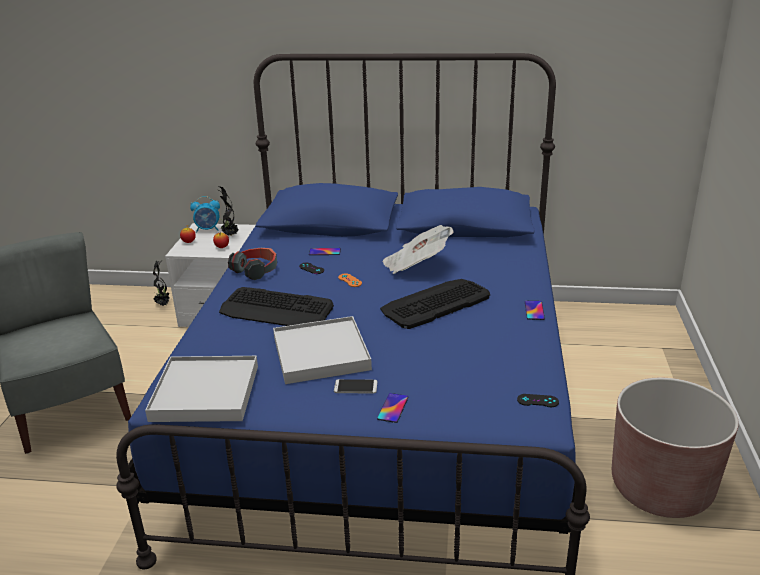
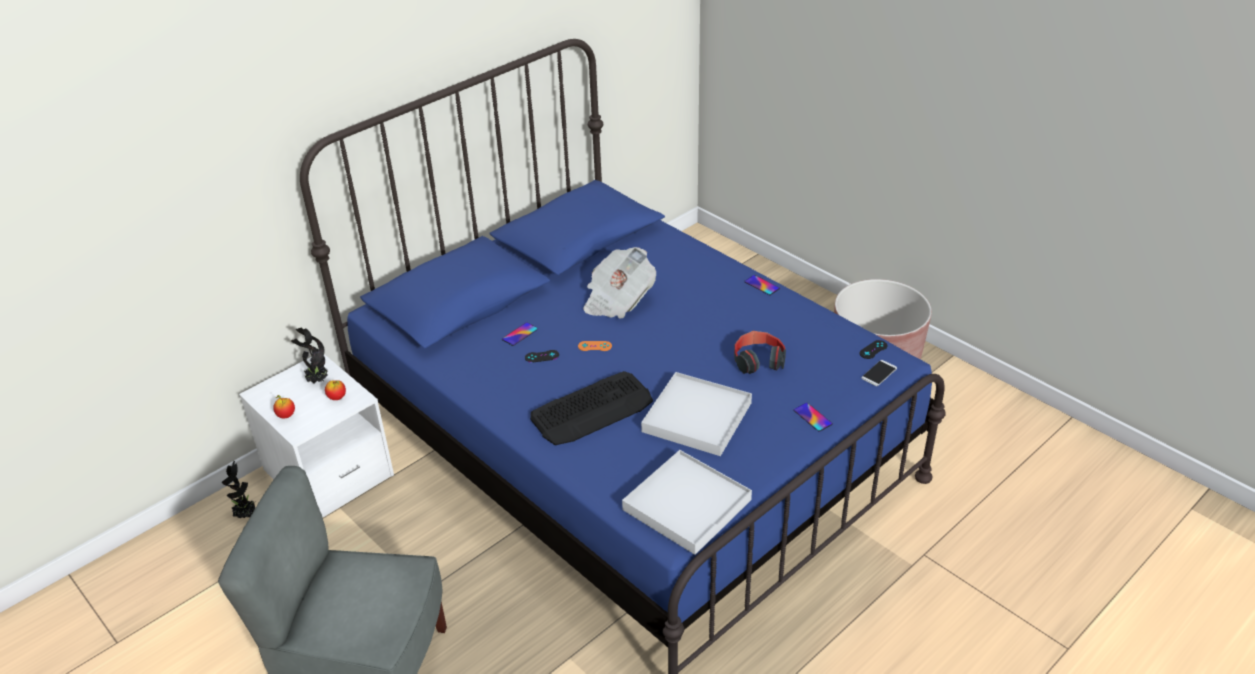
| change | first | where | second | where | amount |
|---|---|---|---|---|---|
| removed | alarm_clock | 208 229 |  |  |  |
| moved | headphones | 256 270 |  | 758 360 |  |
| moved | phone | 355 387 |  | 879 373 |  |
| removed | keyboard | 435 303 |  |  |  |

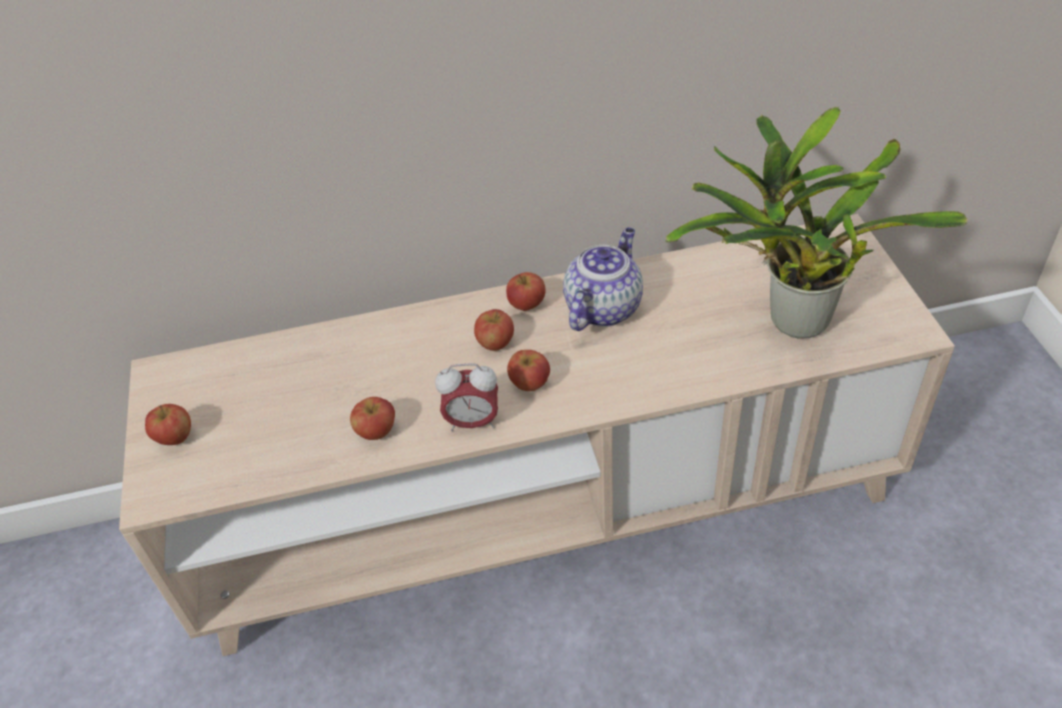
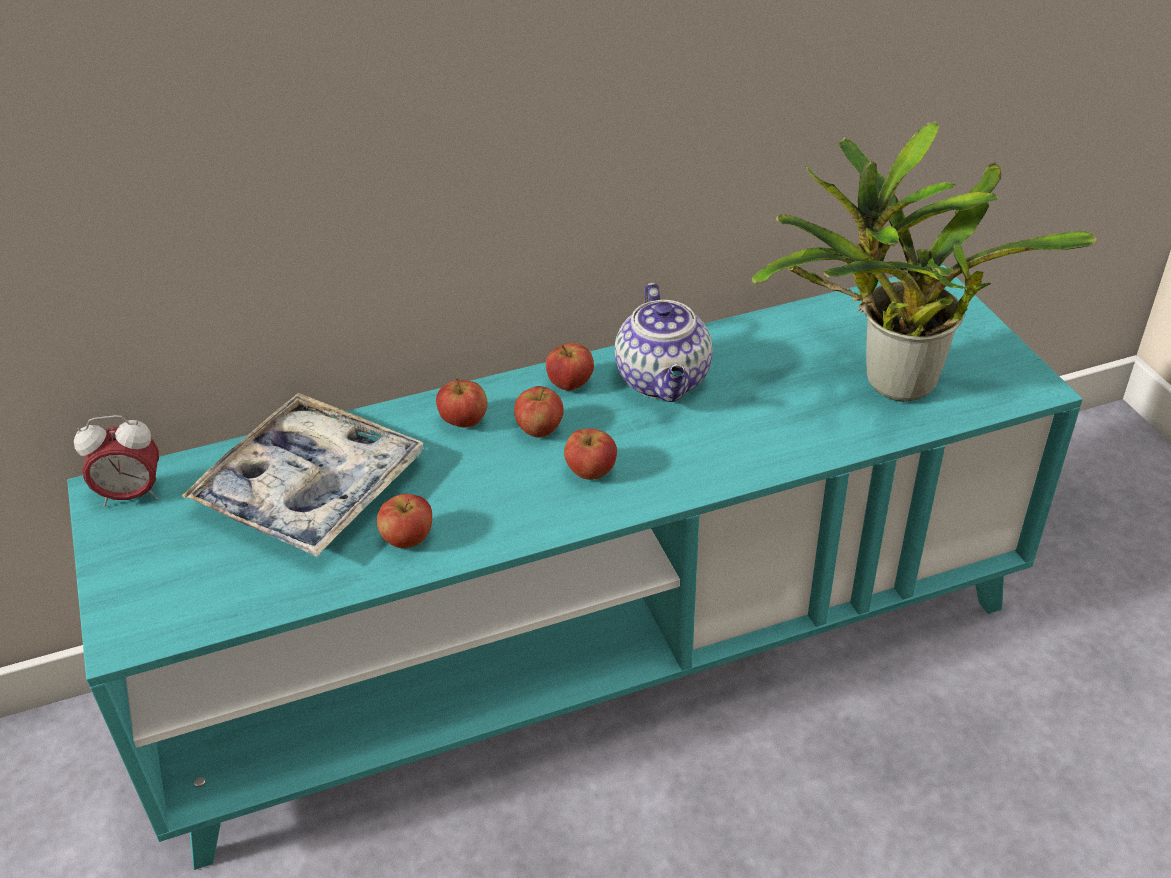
| change | first | where | second | where | amount |
|---|---|---|---|---|---|
| recoloured | beige_tv_stand | 545 508 | turquoise_tv_stand | 592 652 |  |
| moved | apple | 175 438 |  | 464 421 |  |
| moved | alarm_clock | 472 422 |  | 132 495 |  |
| turned | teapot | 603 307 |  | 664 381 | 150 degrees clockwise |
| added |  |  | tray | 310 489 |  |

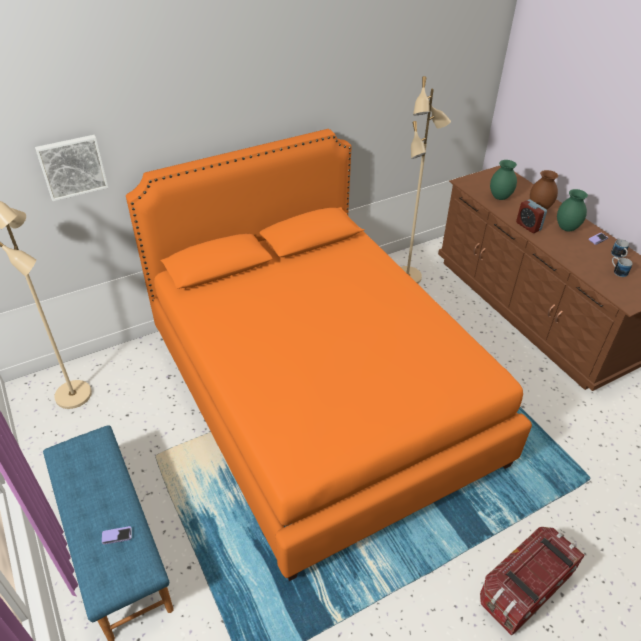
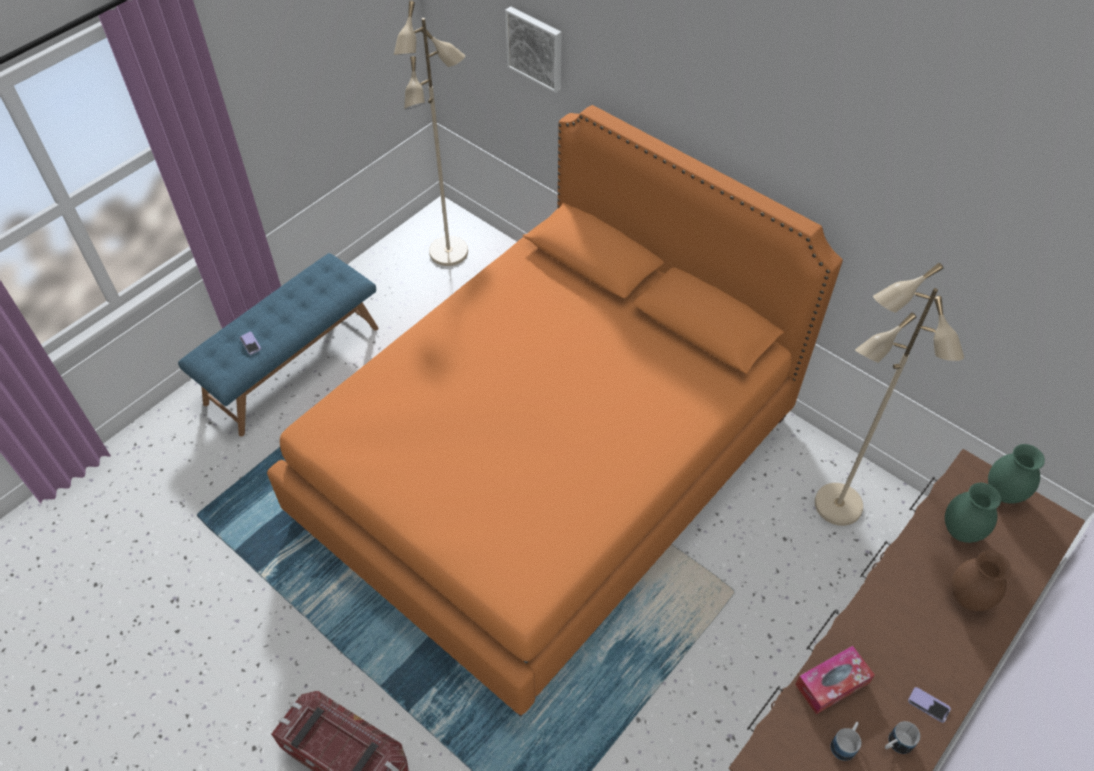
| change | first | where | second | where | amount |
|---|---|---|---|---|---|
| removed | alarm_clock | 528 226 |  |  |  |
| moved | green_vase | 567 228 |  | 1004 493 |  |
| added |  |  | tissue_box | 832 683 |  |

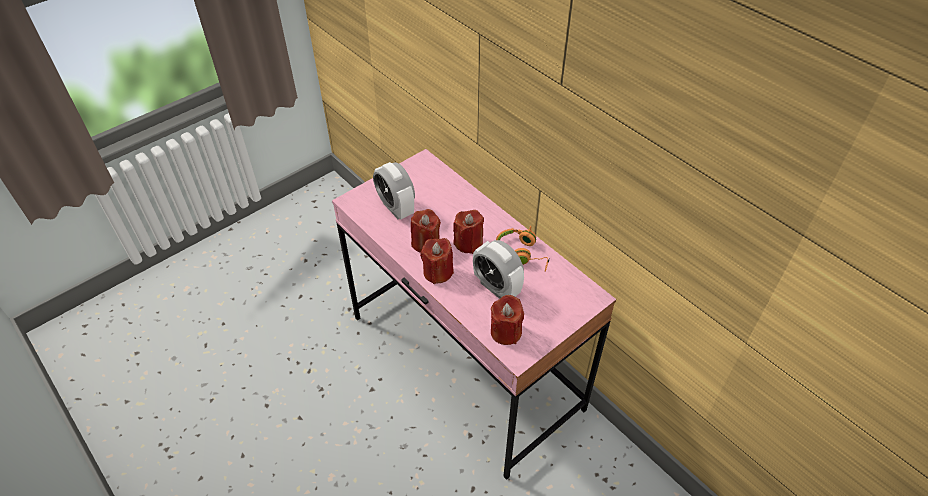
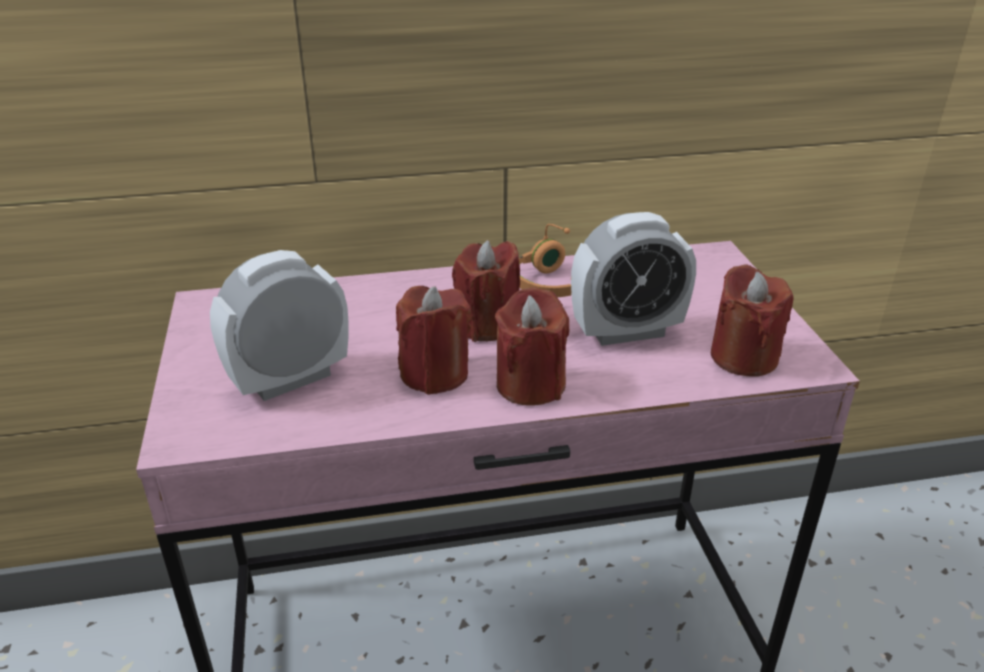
| change | first | where | second | where | amount |
|---|---|---|---|---|---|
| turned | alarm_clock | 396 208 |  | 290 379 | 150 degrees clockwise |

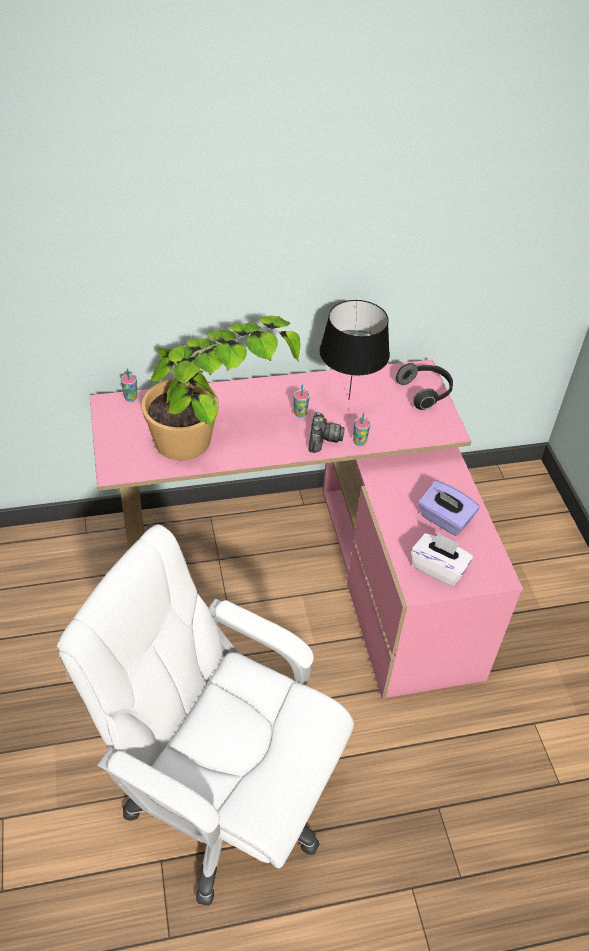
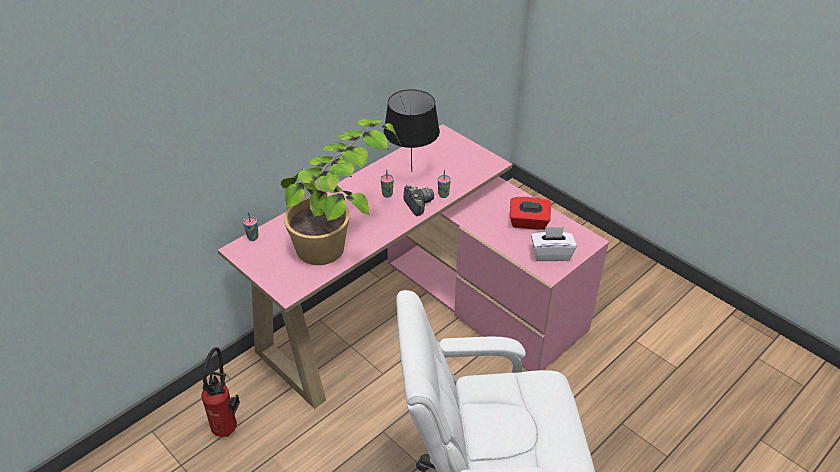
| change | first | where | second | where | amount |
|---|---|---|---|---|---|
| removed | headphones | 425 392 |  |  |  |
| recoloured | purple_tissue_box | 444 519 | red_tissue_box | 528 223 |  |
| added |  |  | fire_extinguisher | 228 426 |  |

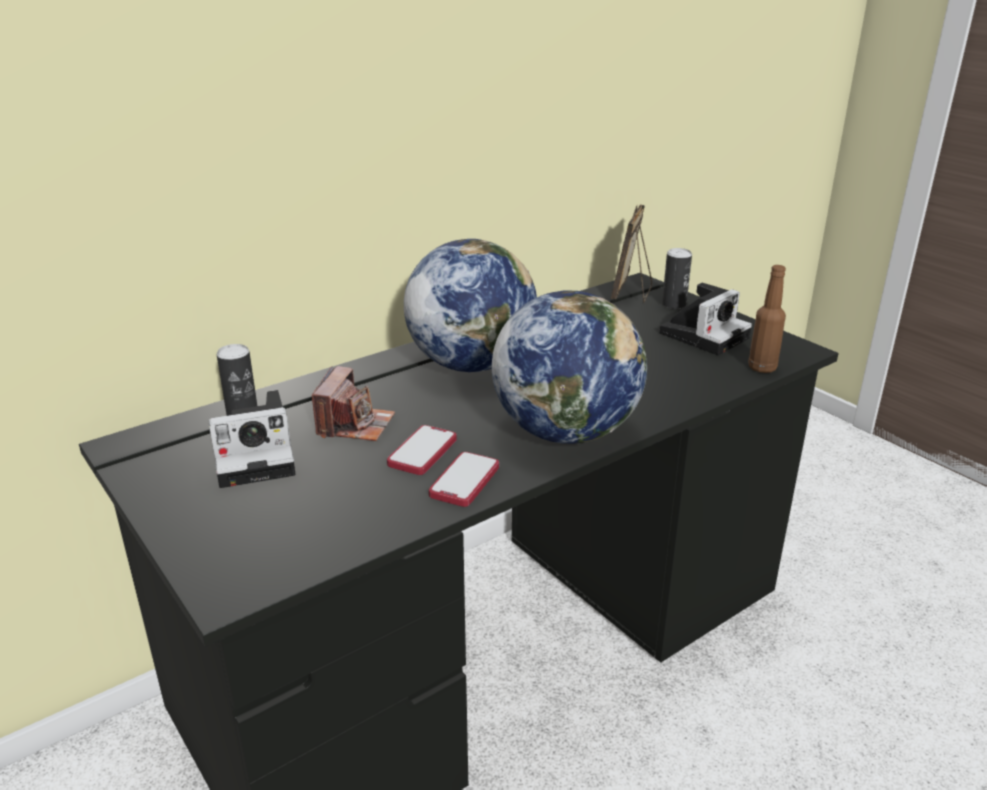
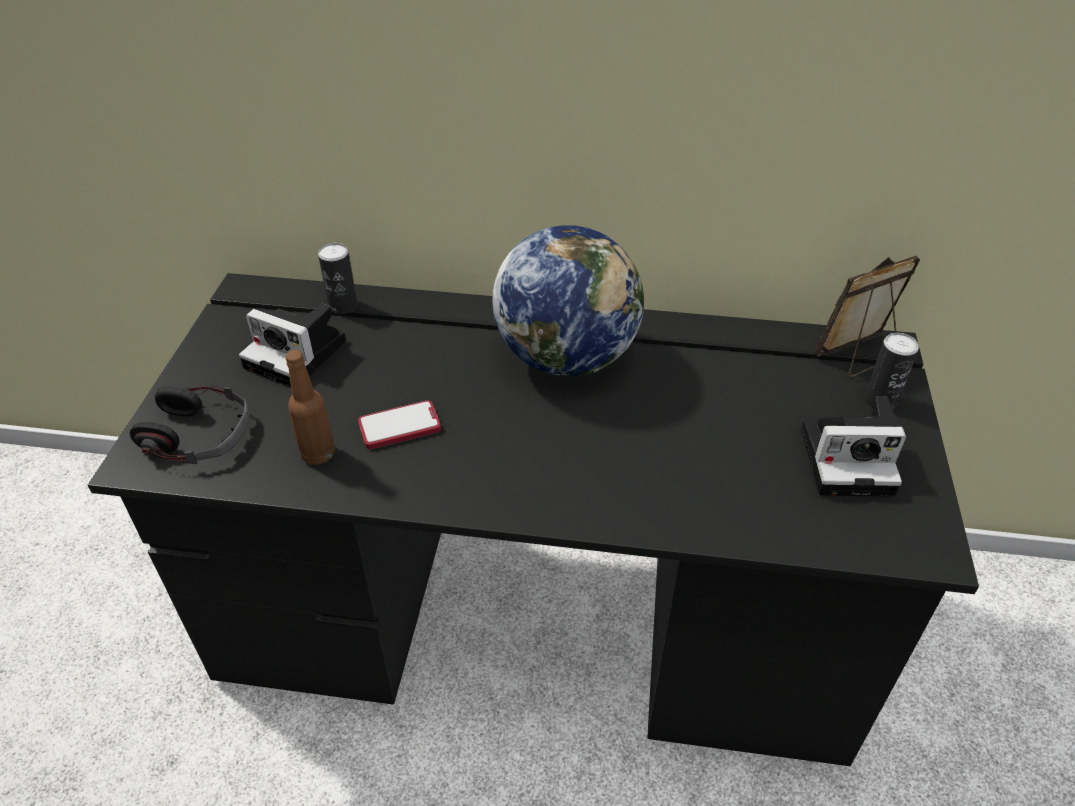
| change | first | where | second | where | amount |
|---|---|---|---|---|---|
| removed | photo_camera | 355 425 |  |  |  |
| removed | phone | 464 481 |  |  |  |
| removed | globe | 566 431 |  |  |  |
| moved | brown_bottle | 762 368 |  | 318 454 |  |
| added |  |  | headphones | 198 434 |  |

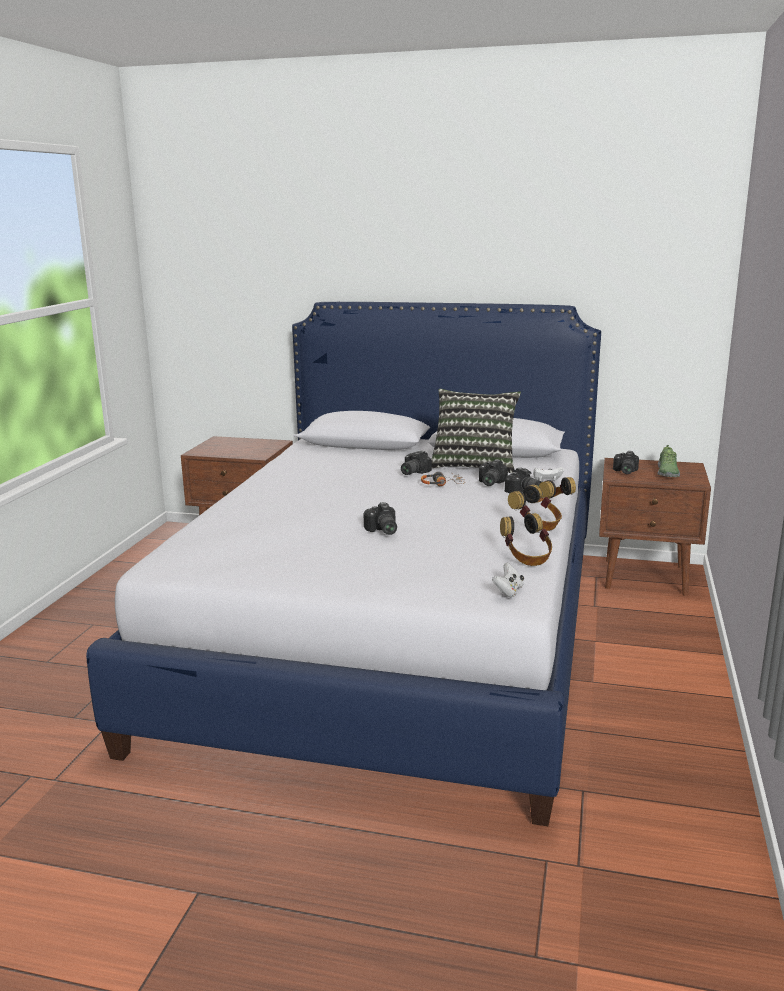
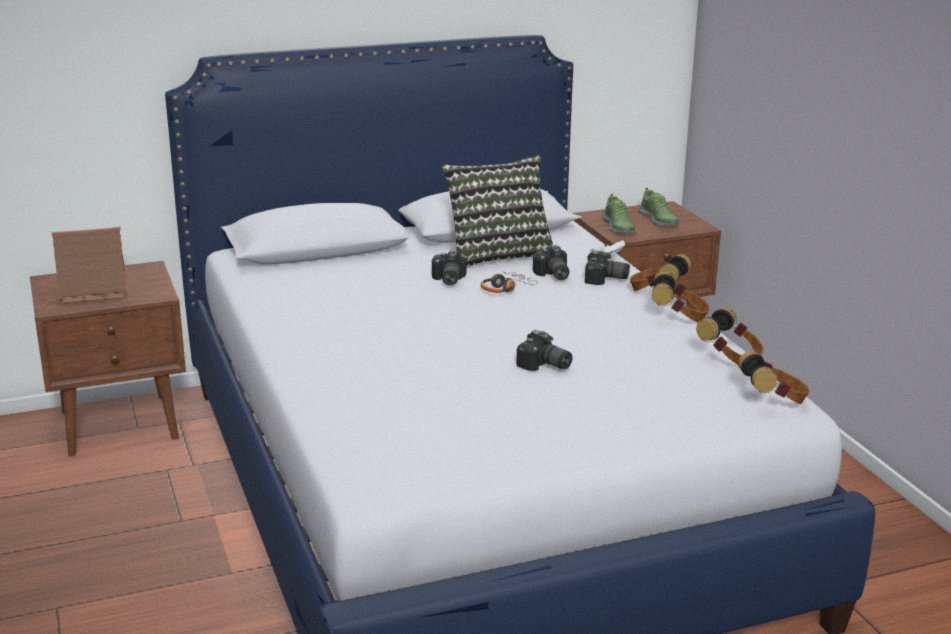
| change | first | where | second | where | amount |
|---|---|---|---|---|---|
| replaced | white_game_controller | 508 591 | headphones | 773 401 |  |
| replaced | photo_camera | 624 471 | shoe | 618 227 |  |
| added |  |  | toy_house | 88 291 |  |

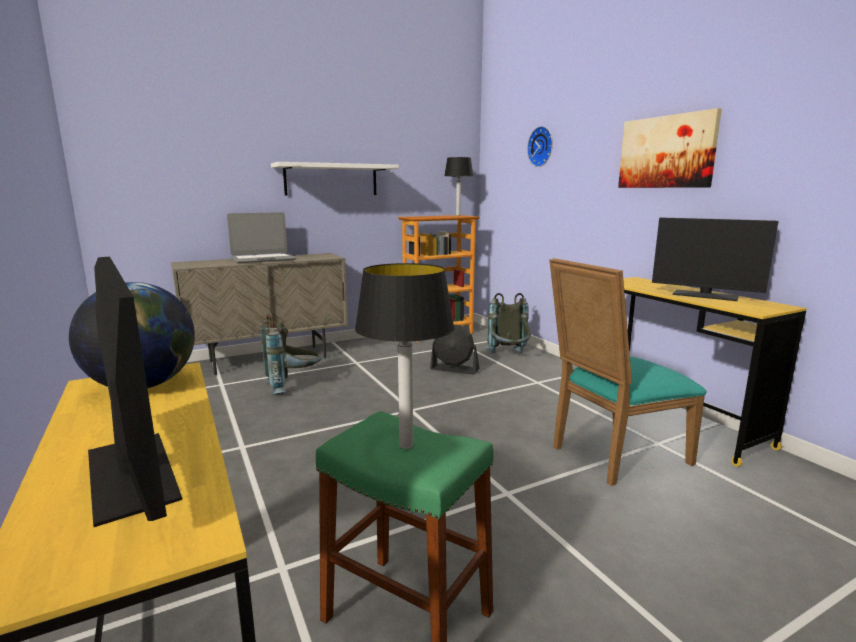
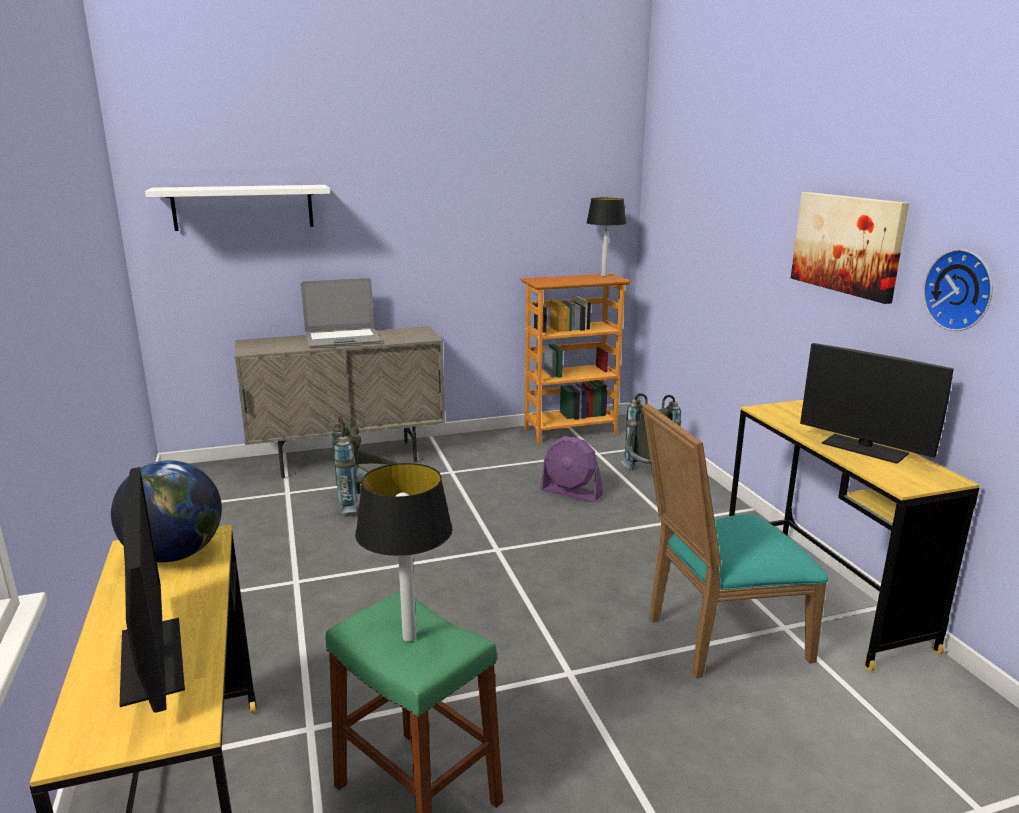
| change | first | where | second | where | amount |
|---|---|---|---|---|---|
| moved | white_shelf | 331 180 |  | 243 207 |  |
| recoloured | black_fan | 454 369 | purple_fan | 571 492 |  |
| moved | wall_clock | 542 146 |  | 961 290 |  |

